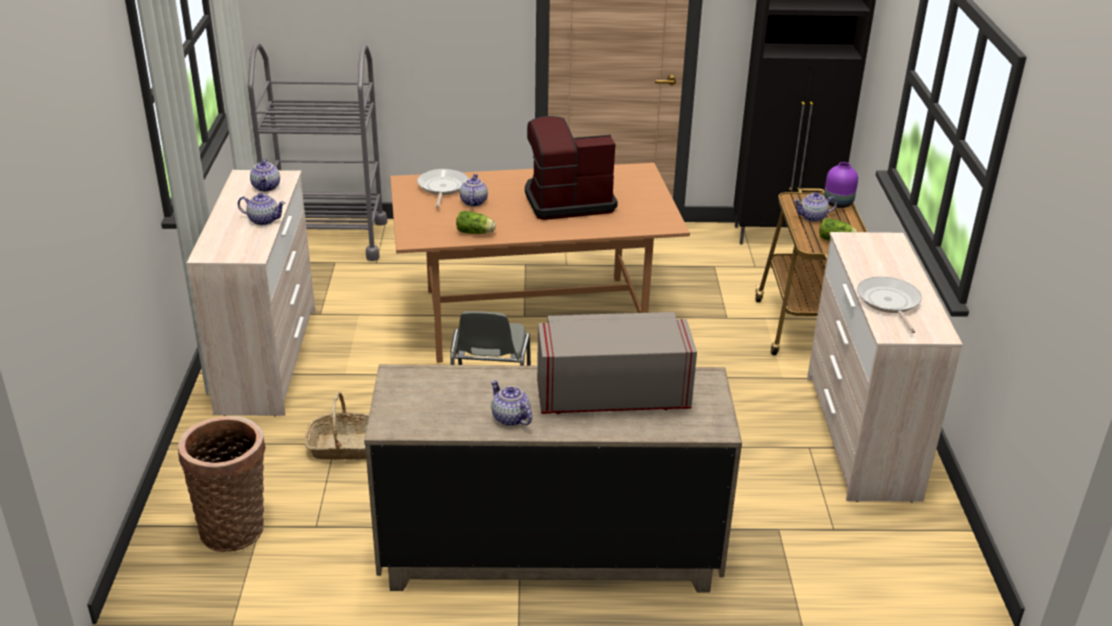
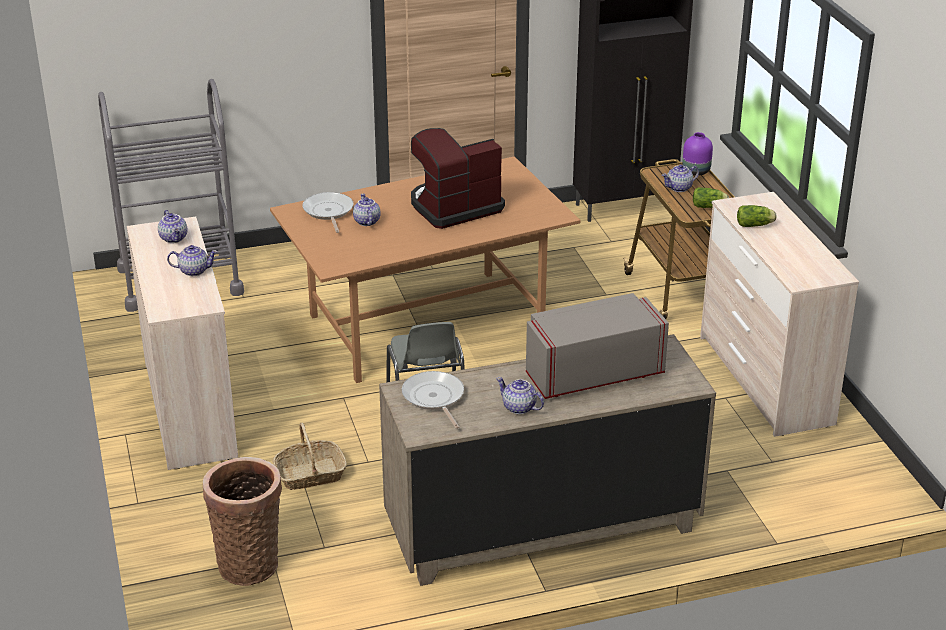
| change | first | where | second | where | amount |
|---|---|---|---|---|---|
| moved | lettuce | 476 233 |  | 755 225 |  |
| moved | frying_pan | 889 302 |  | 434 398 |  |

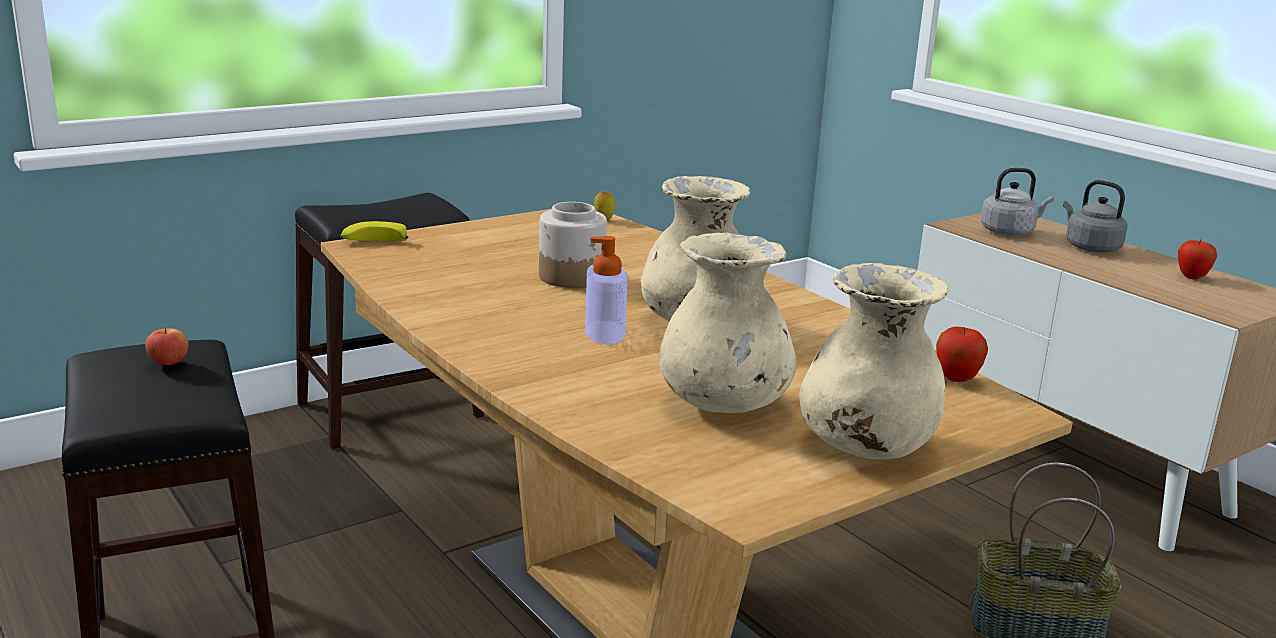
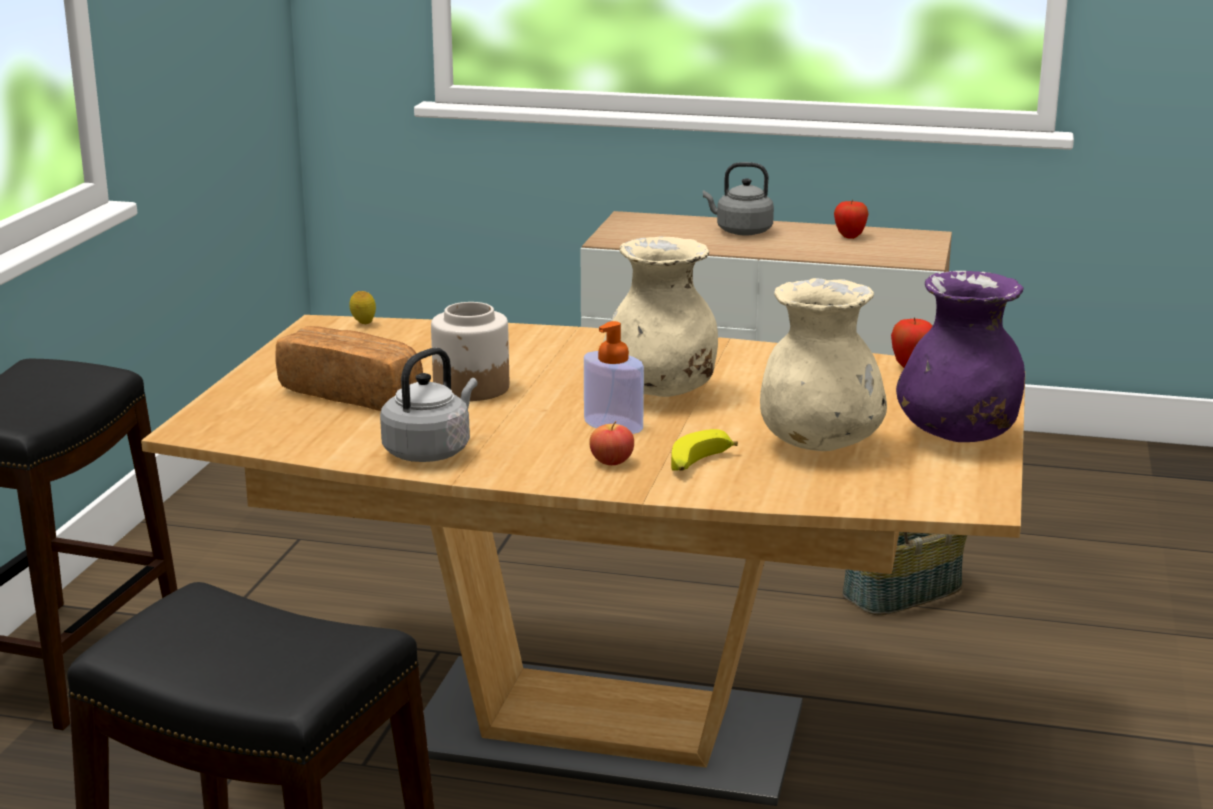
| change | first | where | second | where | amount |
|---|---|---|---|---|---|
| moved | apple | 168 362 |  | 611 461 |  |
| moved | banana | 373 242 |  | 699 464 |  |
| recoloured | beige_vase | 865 448 | purple_vase | 958 436 |  |
| moved | grey_kettle | 1009 232 |  | 430 451 |  |
| added |  |  | bread | 353 394 |  |

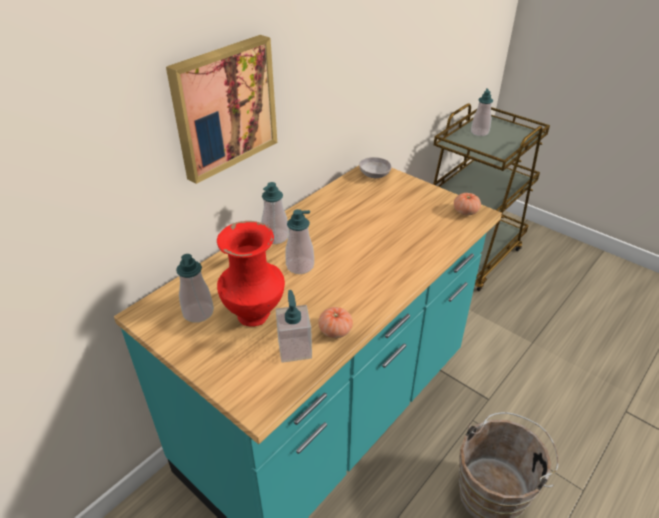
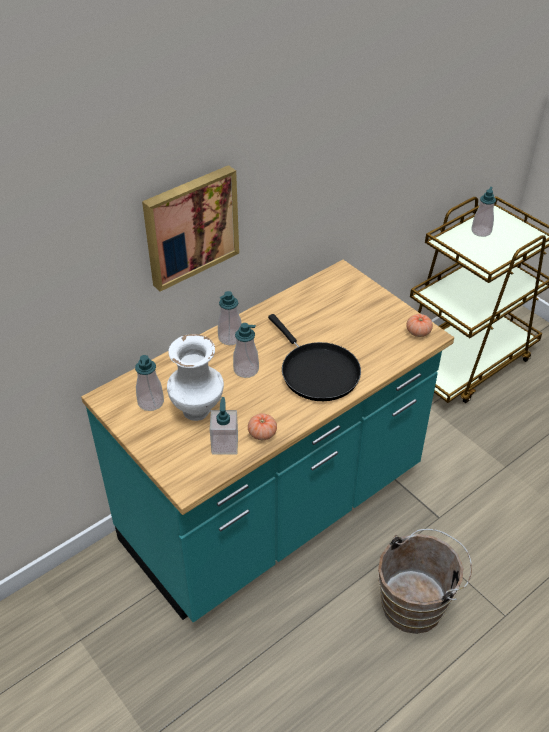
| change | first | where | second | where | amount |
|---|---|---|---|---|---|
| recoloured | red_vase | 255 314 | white_vase | 198 410 |  |
| removed | grey_bowl | 374 175 |  |  |  |
| added |  |  | black_frying_pan | 316 372 |  |

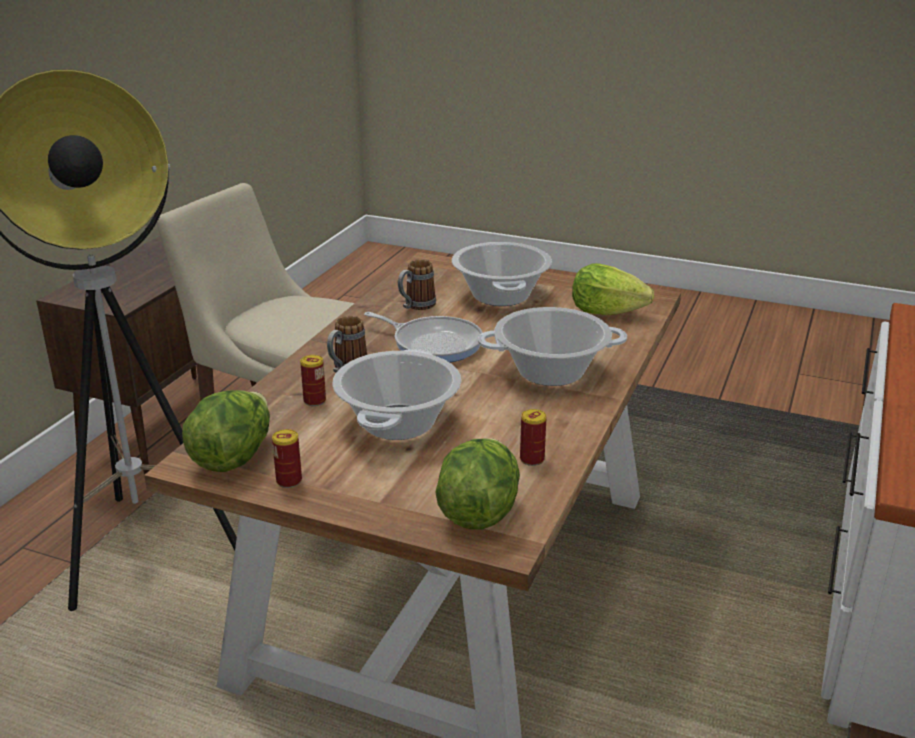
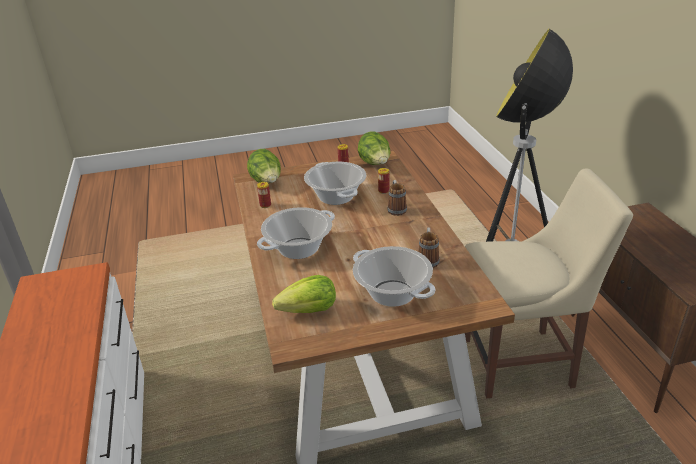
| change | first | where | second | where | amount |
|---|---|---|---|---|---|
| removed | frying_pan | 433 344 |  |  |  |

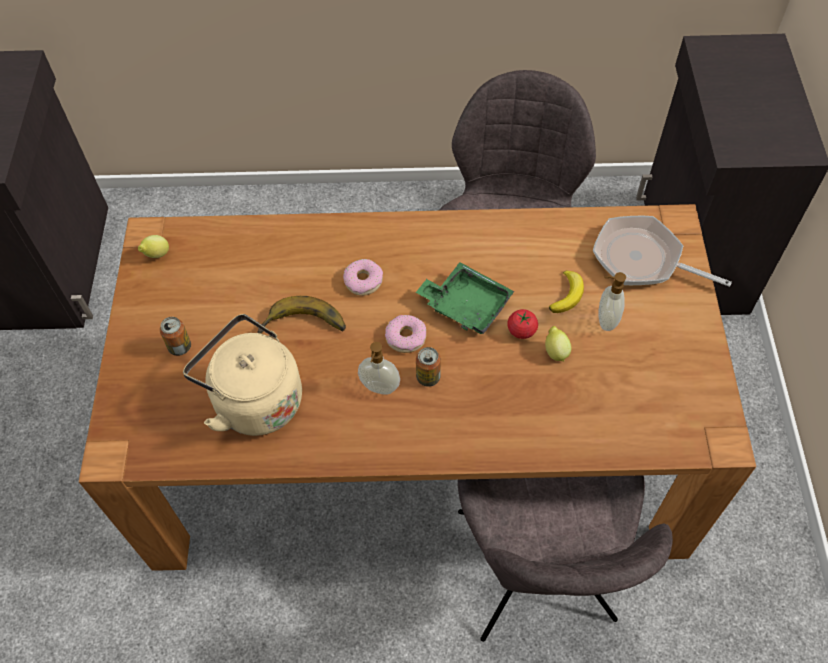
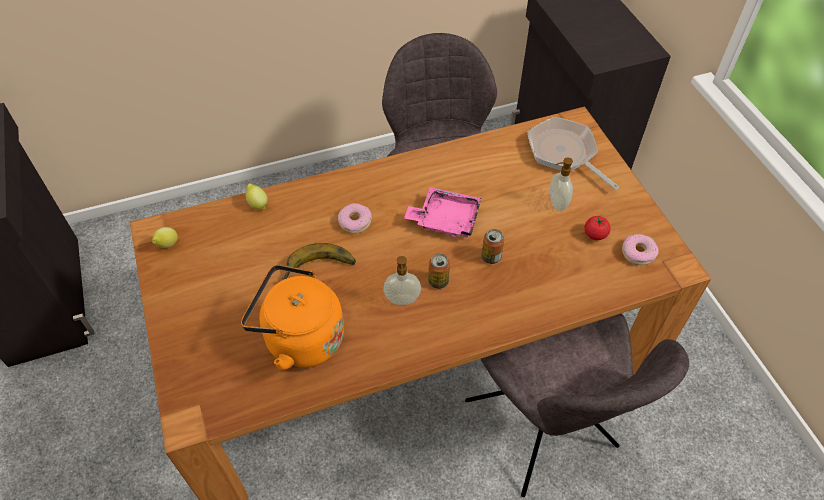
| change | first | where | second | where | amount |
|---|---|---|---|---|---|
| moved | can | 180 347 |  | 491 257 |  |
| recoloured | beige_kettle | 254 399 | orange_kettle | 300 339 |  |
| moved | donut | 406 337 |  | 638 253 |  |
| recoloured | green_tray | 466 305 | pink_tray | 445 219 |  |
| moved | tomato | 521 330 |  | 595 234 |  |
| moved | lemon | 555 351 |  | 257 204 |  |
| removed | banana | 567 294 |  |  |  |
| turned | frying_pan | 643 259 |  | 564 153 | 45 degrees clockwise |

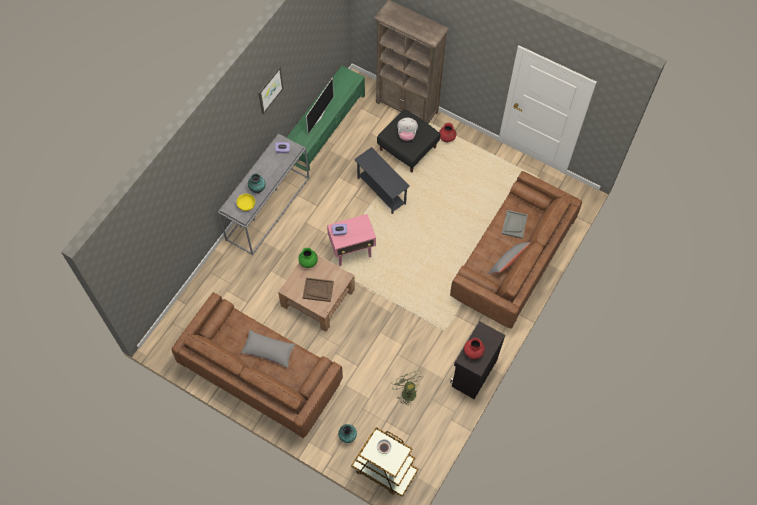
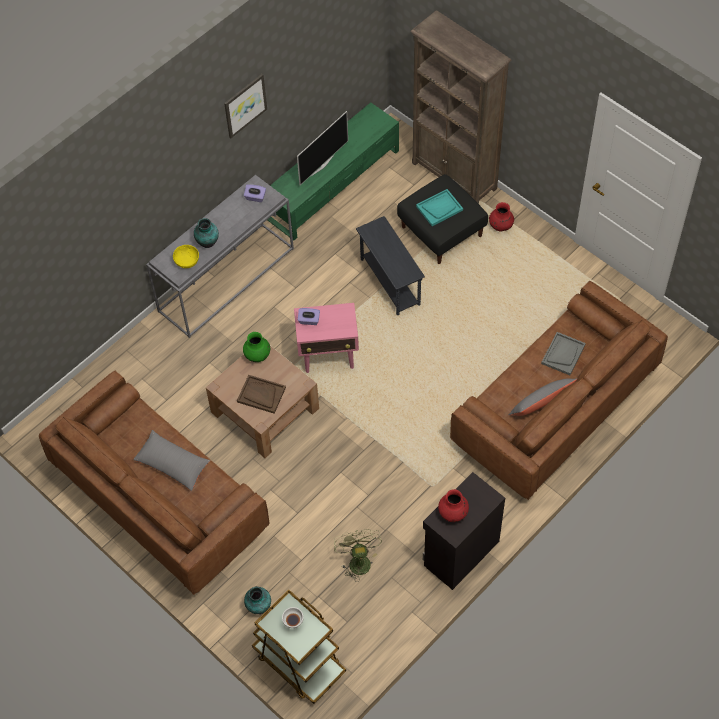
| change | first | where | second | where | amount |
|---|---|---|---|---|---|
| replaced | plush_toy | 407 134 | turquoise_tray | 439 208 |  |

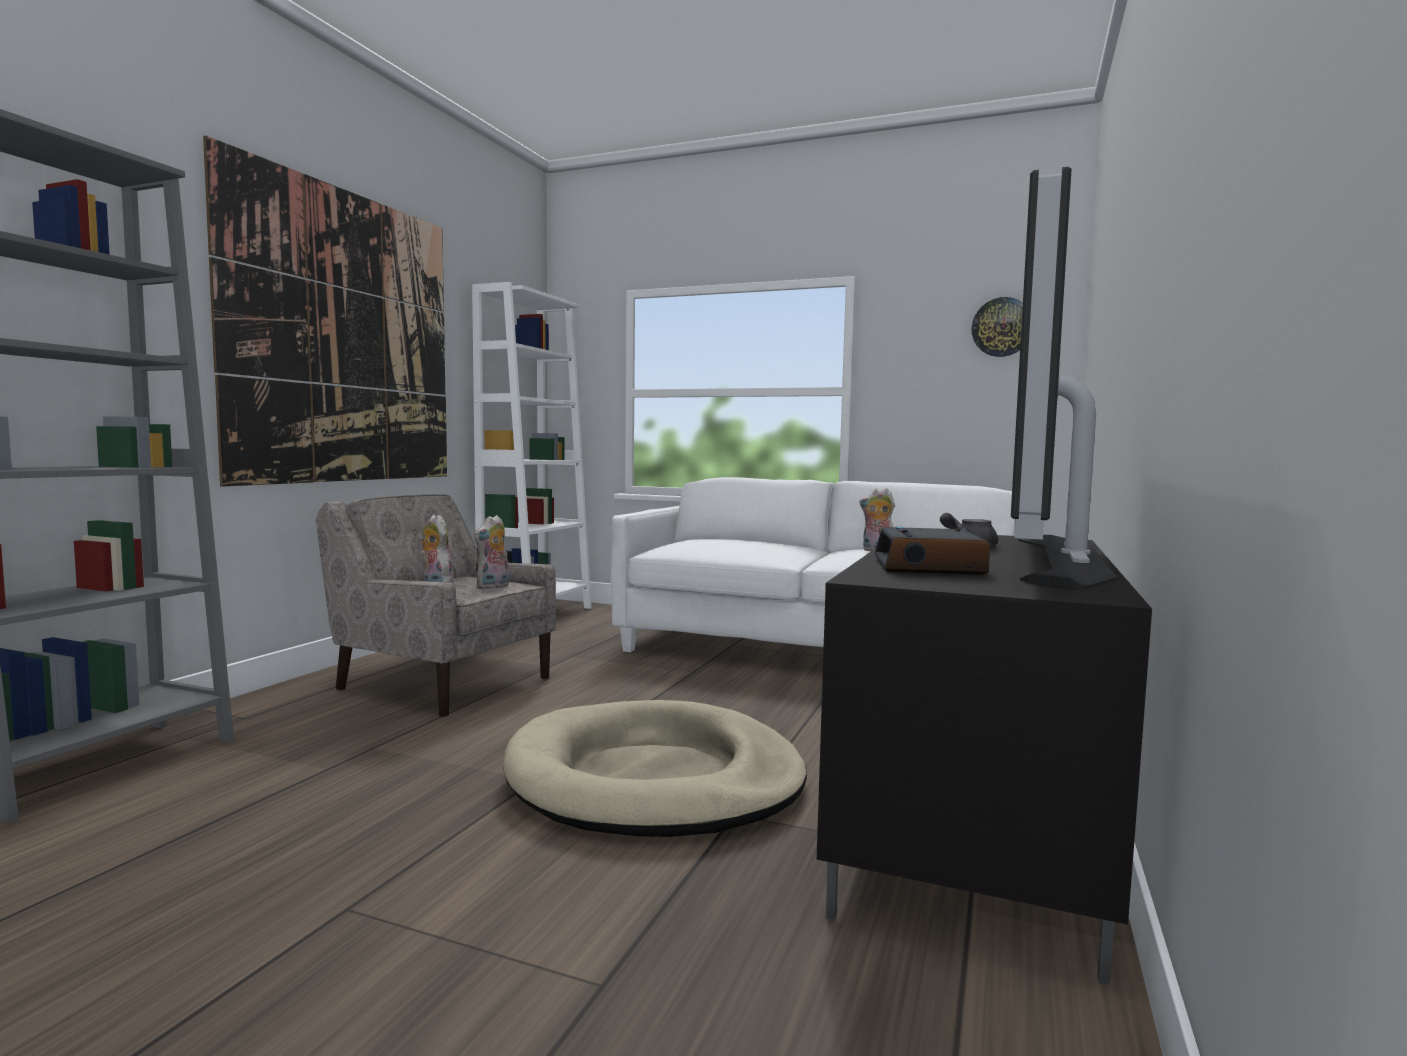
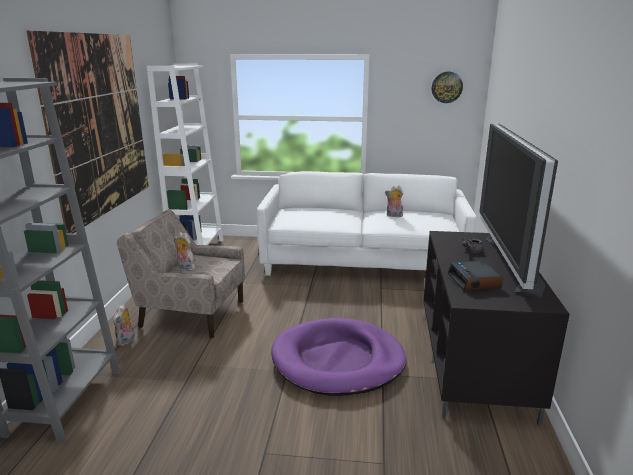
| change | first | where | second | where | amount |
|---|---|---|---|---|---|
| moved | plush_toy | 493 587 |  | 126 341 |  |
| recoloured | beige_dog_bed | 654 779 | purple_dog_bed | 338 361 |  |

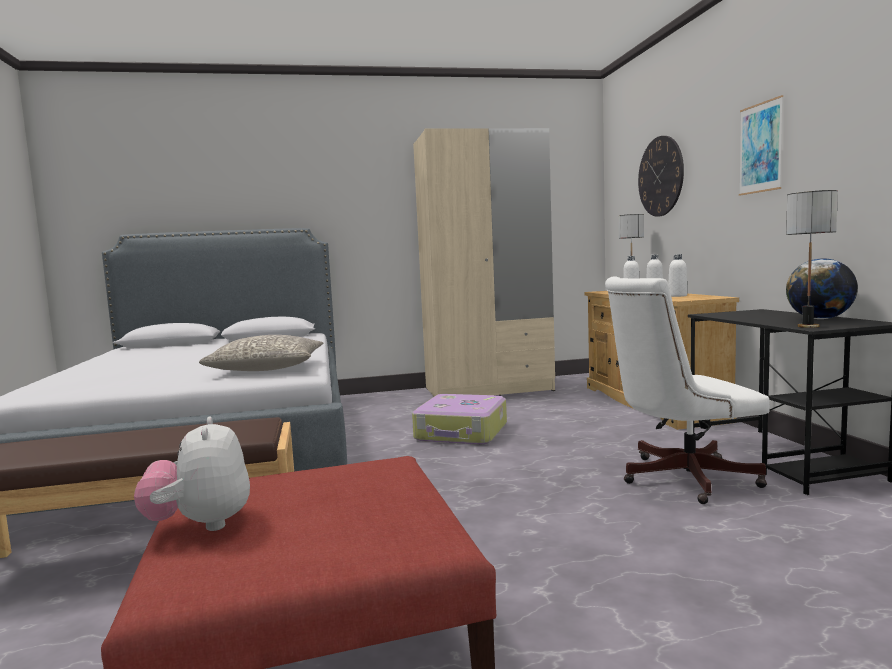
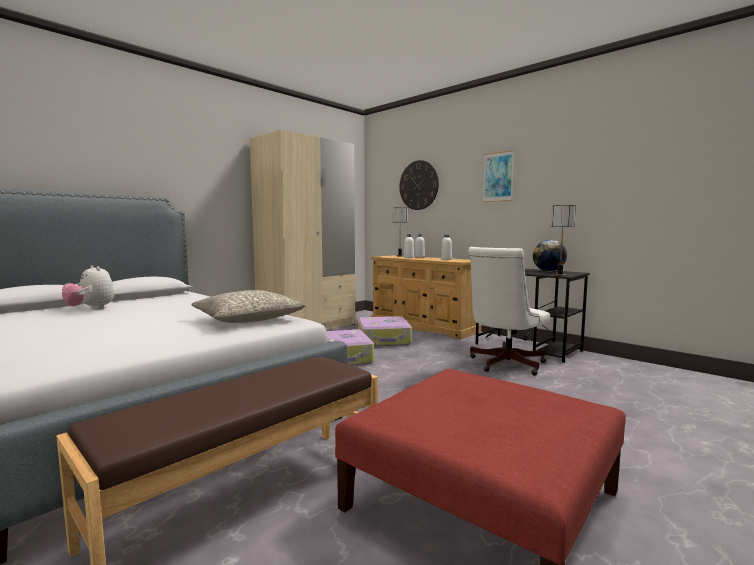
| change | first | where | second | where | amount |
|---|---|---|---|---|---|
| moved | plush_toy | 201 525 |  | 91 309 |  |
| added |  |  | suitcase | 384 340 |  |

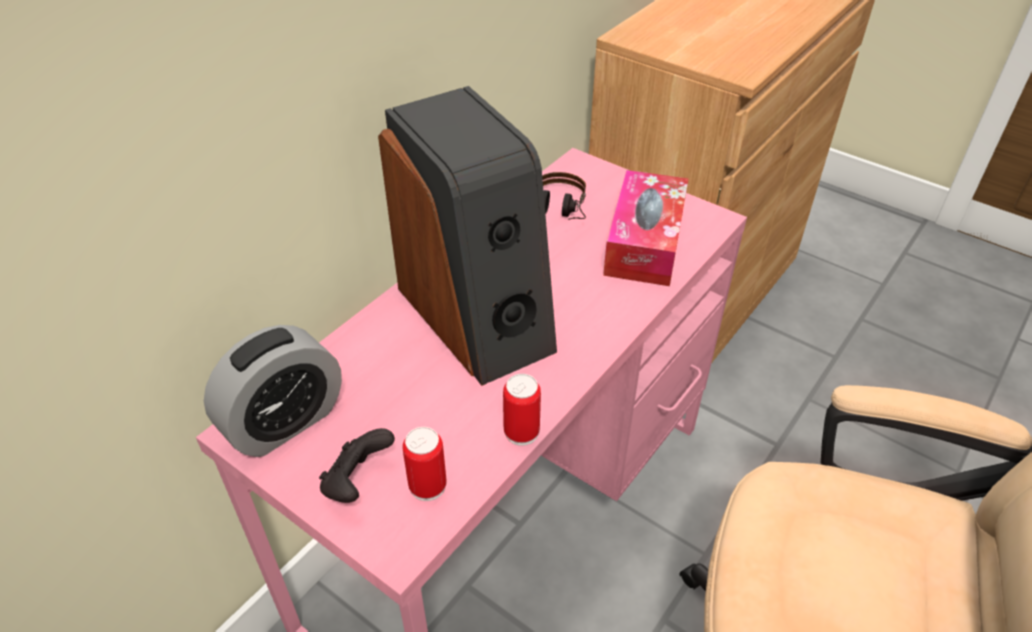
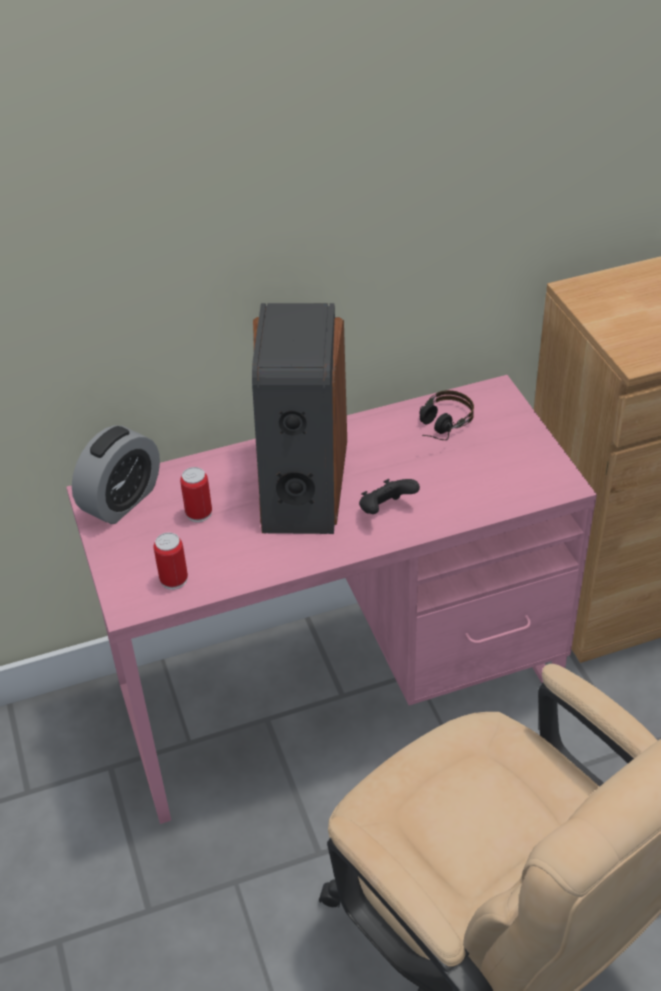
| change | first | where | second | where | amount |
|---|---|---|---|---|---|
| turned | alarm_clock | 284 422 |  | 122 501 | 45 degrees counterclockwise |
| moved | black_game_controller | 357 482 |  | 385 510 |  |
| moved | can | 521 432 |  | 199 513 |  |
| removed | tissue_box | 644 242 |  |  |  |

